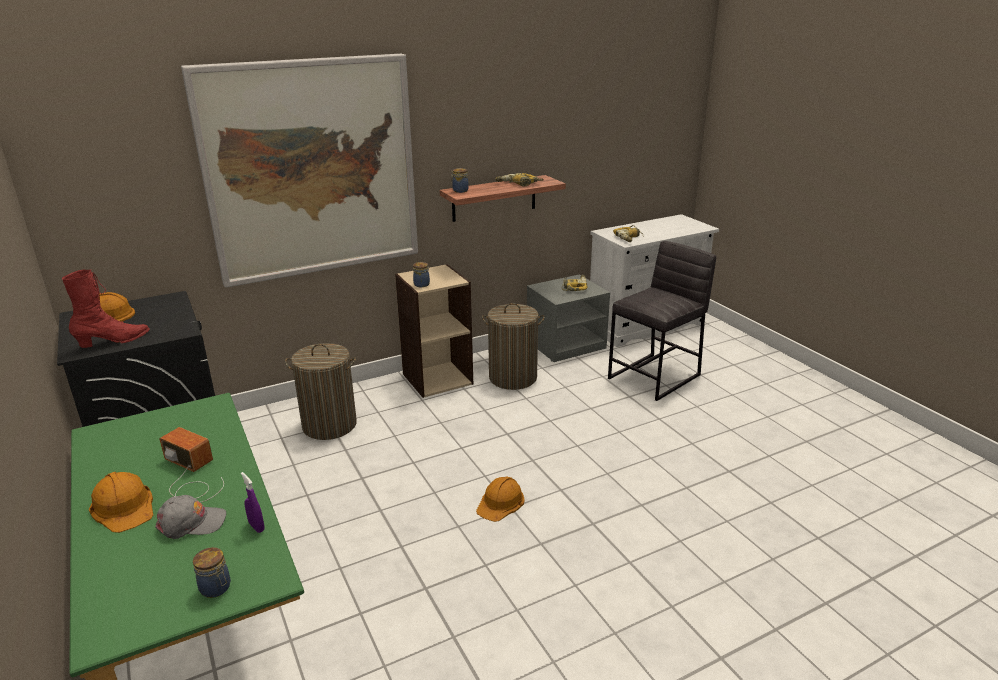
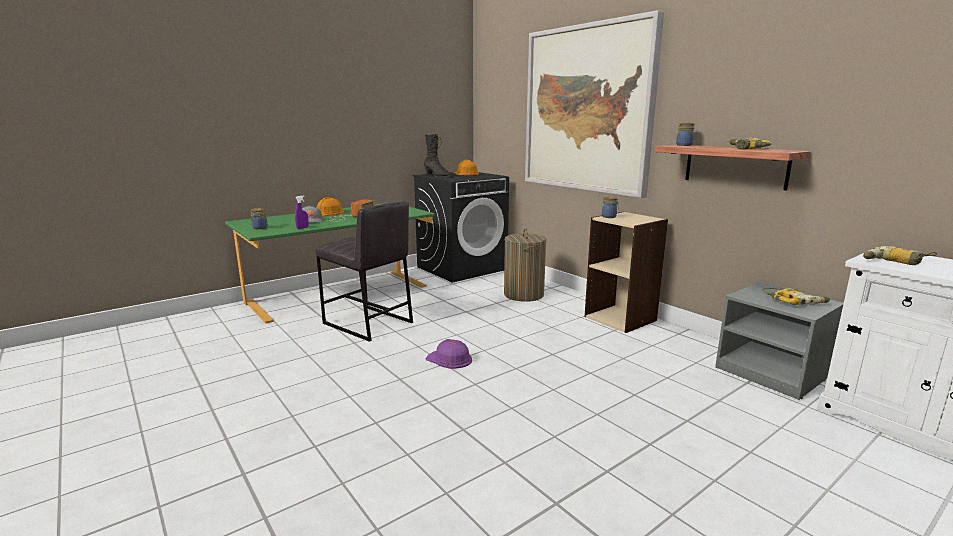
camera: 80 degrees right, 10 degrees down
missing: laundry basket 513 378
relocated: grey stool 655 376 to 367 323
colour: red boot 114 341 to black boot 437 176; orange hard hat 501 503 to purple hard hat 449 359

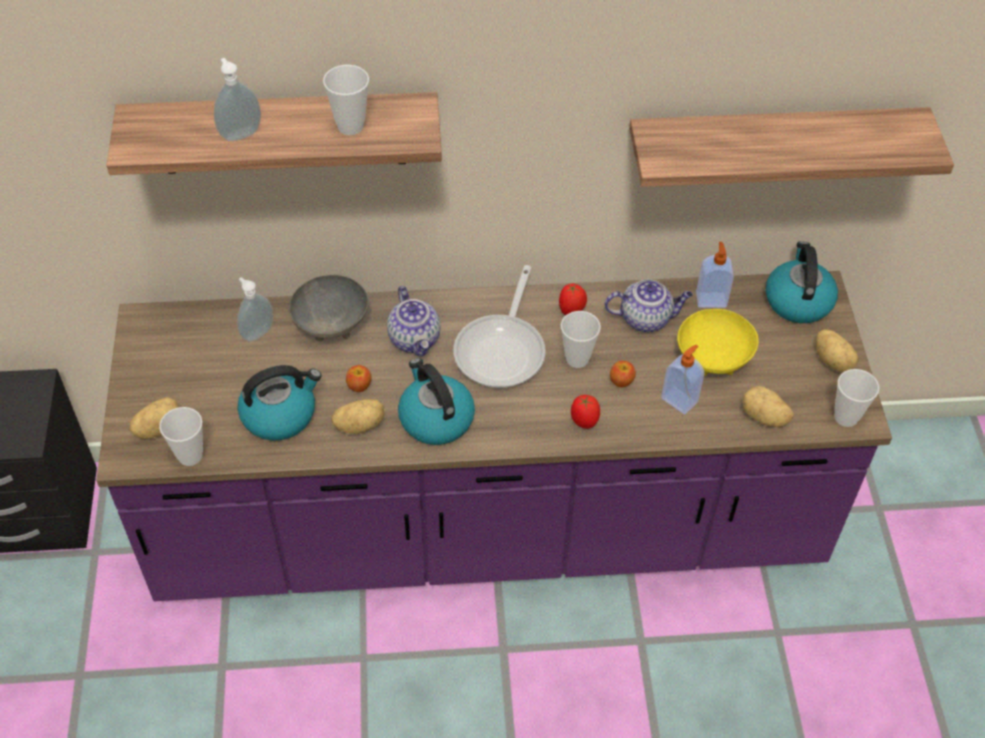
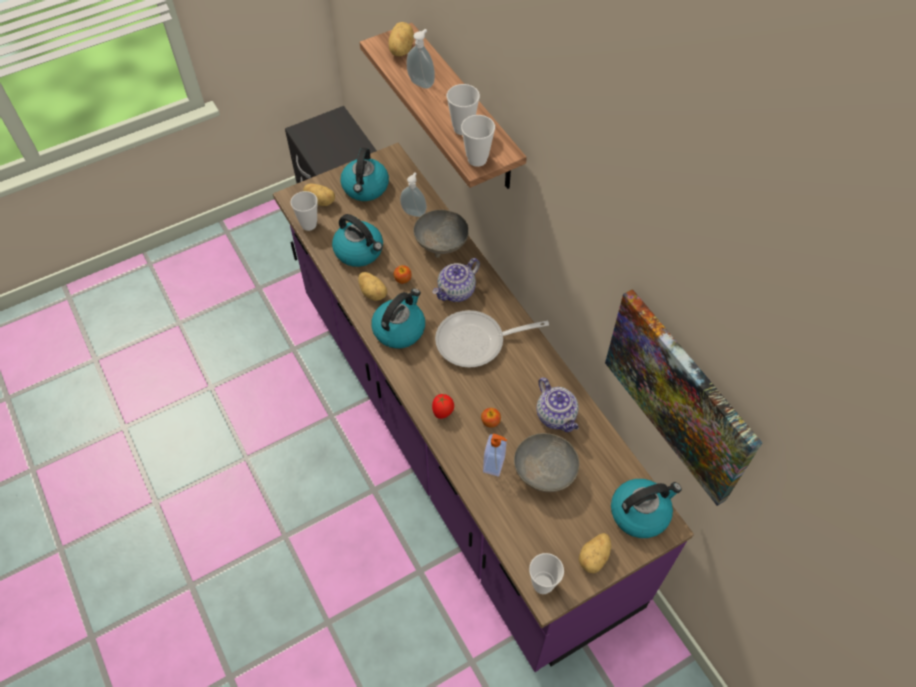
camera: 65 degrees right, 5 degrees up
missing: tomato 571 310; soap dispenser 711 299
appeared: kettle 365 188
relocated: cup 577 359 to 477 159; potato 764 417 to 400 49
exchanged: shelf 773 146 to picture 679 395
colour: yellow bowl 713 359 to grey bowl 545 473

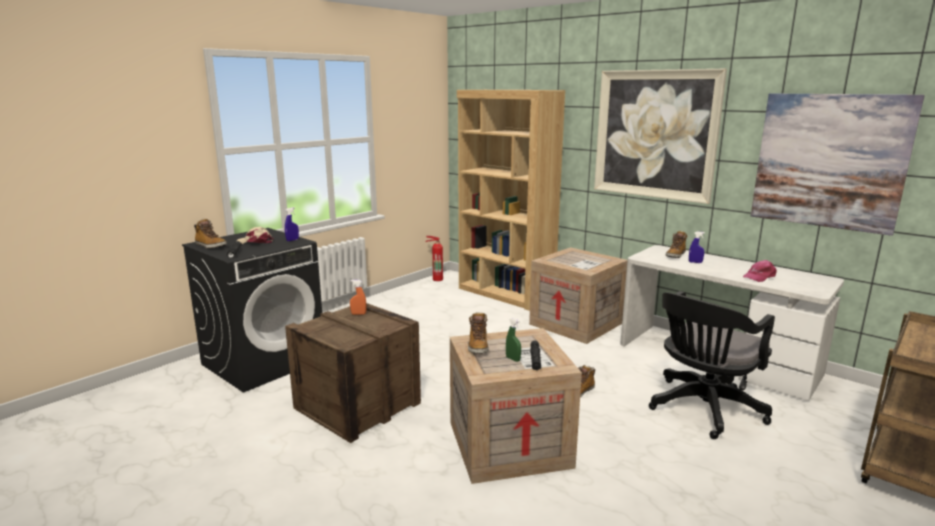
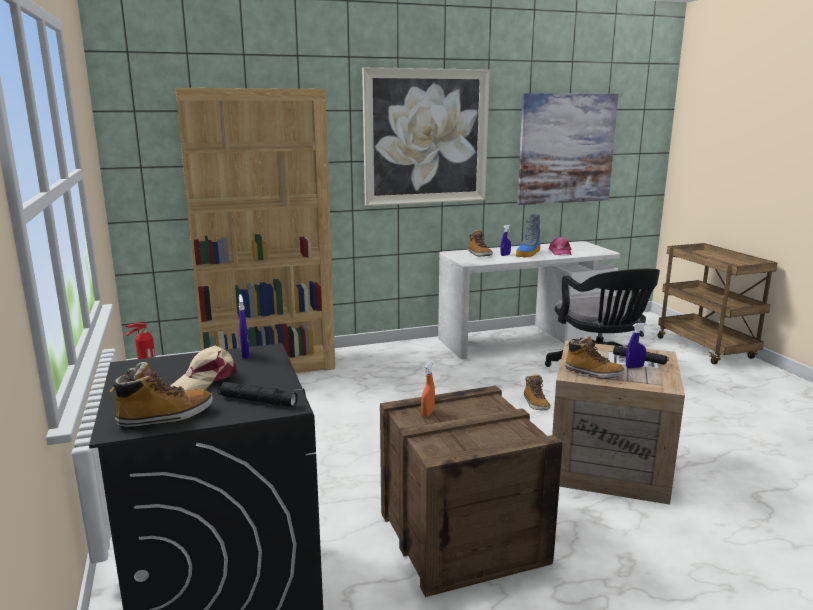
camera: 60 degrees left, 0 degrees up
missing: crate 577 323
appeared: boot 528 253
colour: green spray bottle 513 359 to blue spray bottle 634 367

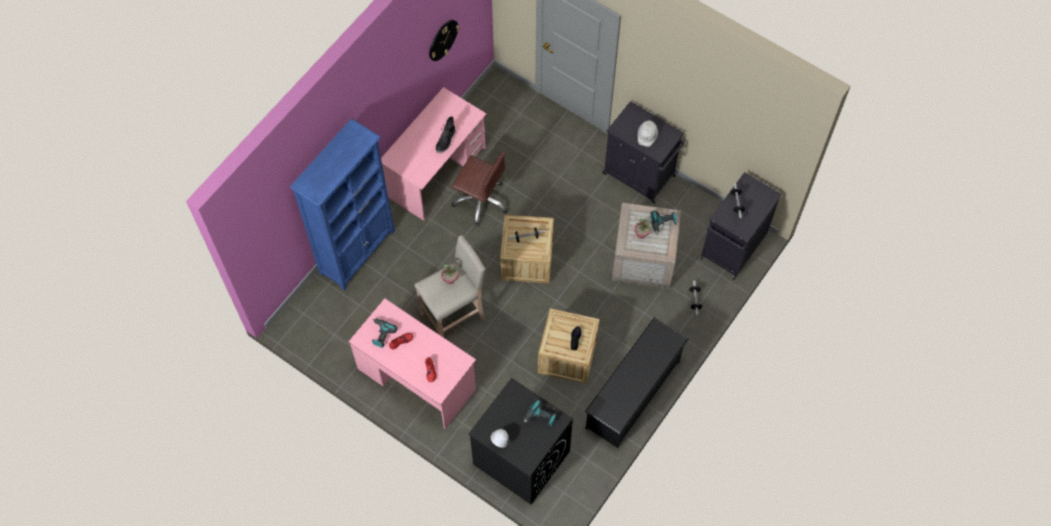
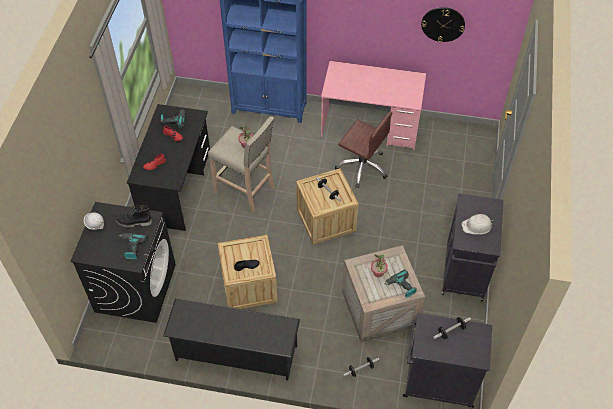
camera: 65 degrees right, 10 degrees down
relocated: black boot 446 141 to 134 222
colour: pink desk 416 379 to black desk 176 187
spun: brown office chair 481 201 = 362 167 60 degrees counterclockwise

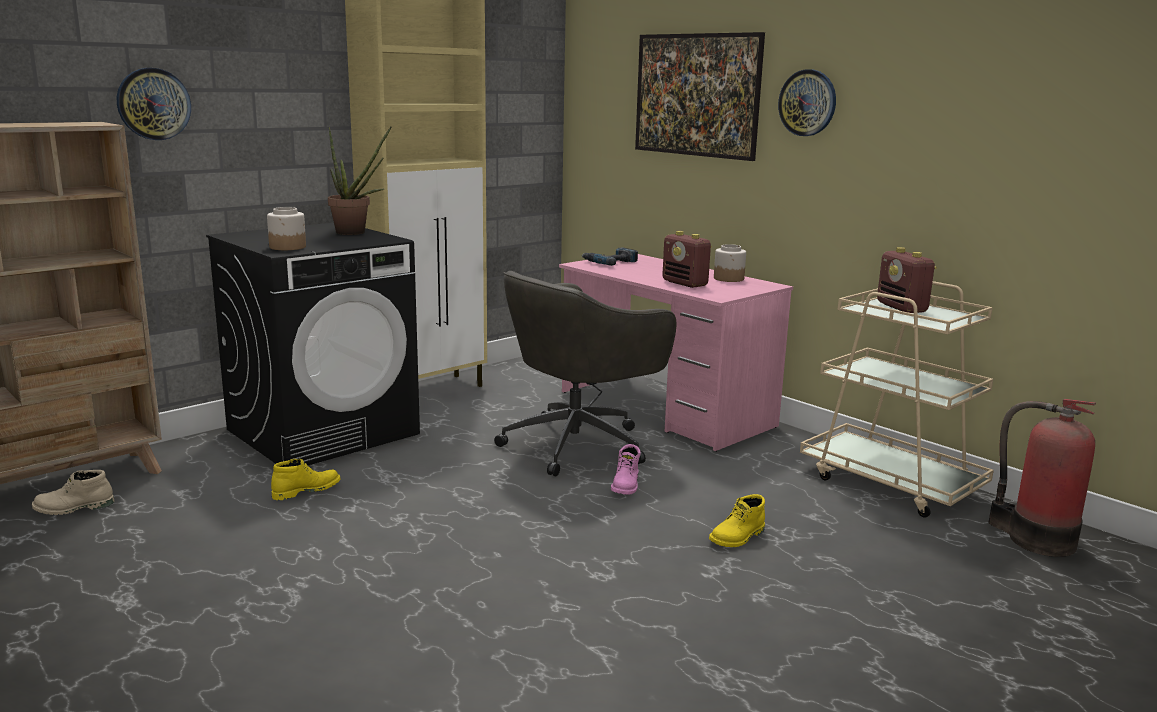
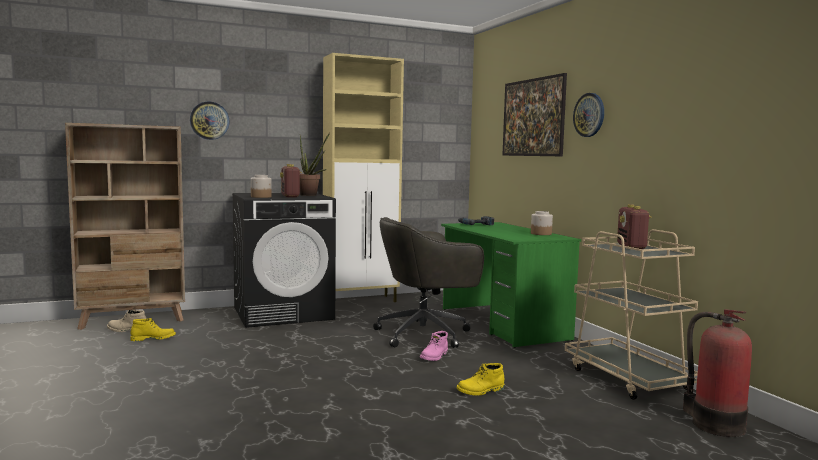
camera: 20 degrees right, 10 degrees down
relocated: yellow boot 306 490 to 153 339; radio 685 283 to 290 196
colour: pink desk 665 409 to green desk 502 323

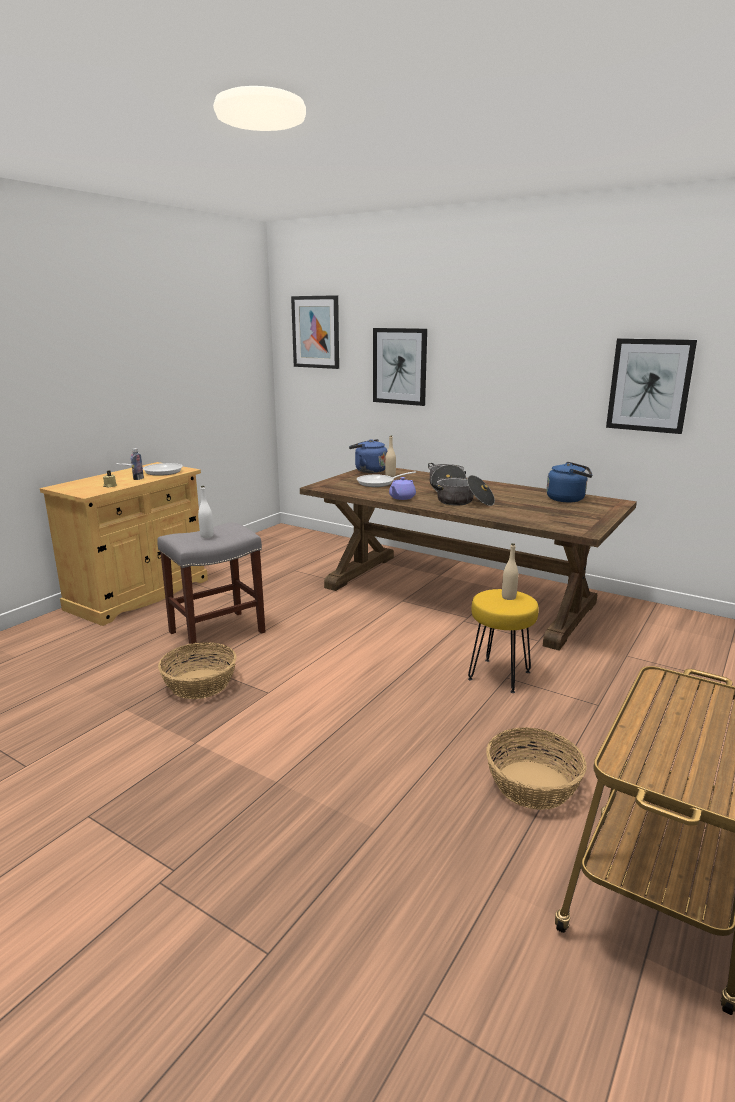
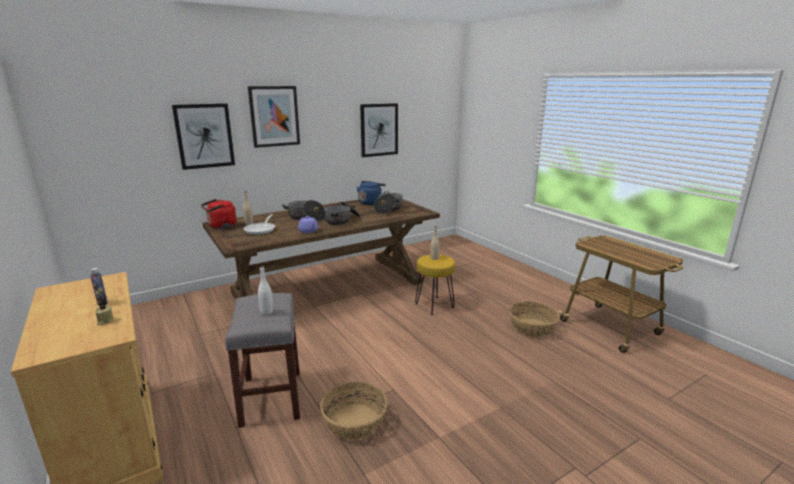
camera: 65 degrees left, 0 degrees up
missing: frying pan 159 472
appeared: cooking pot 388 209
relocated: picture 316 332 to 274 116
colour: blue kettle 368 470 to red kettle 220 226

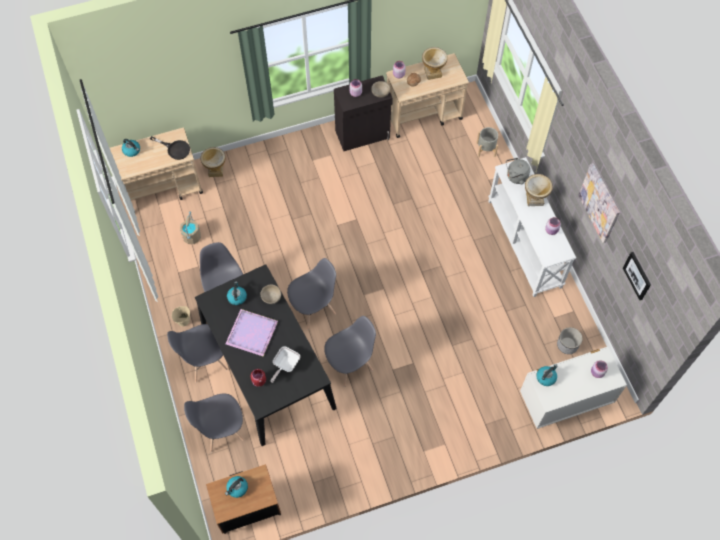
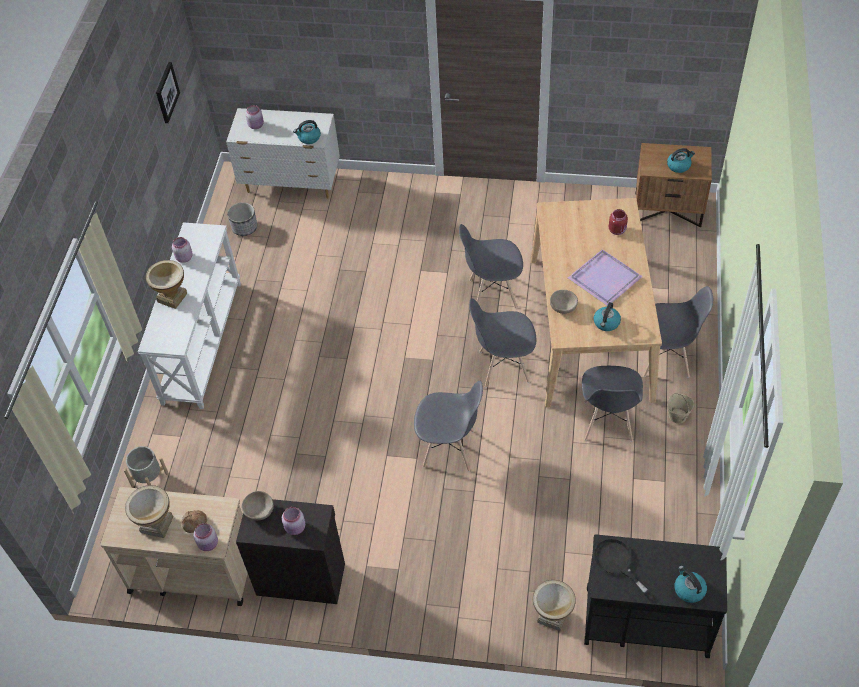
camera: 150 degrees left, 10 degrees down
missing: beige bucket 192 237; frying pan 285 365; grey kettle 515 177; picture 600 203
relocated: grey chair 222 430 to 449 449
colour: beige cart 164 188 to black cart 645 620; black dining table 267 366 to beige dining table 590 327

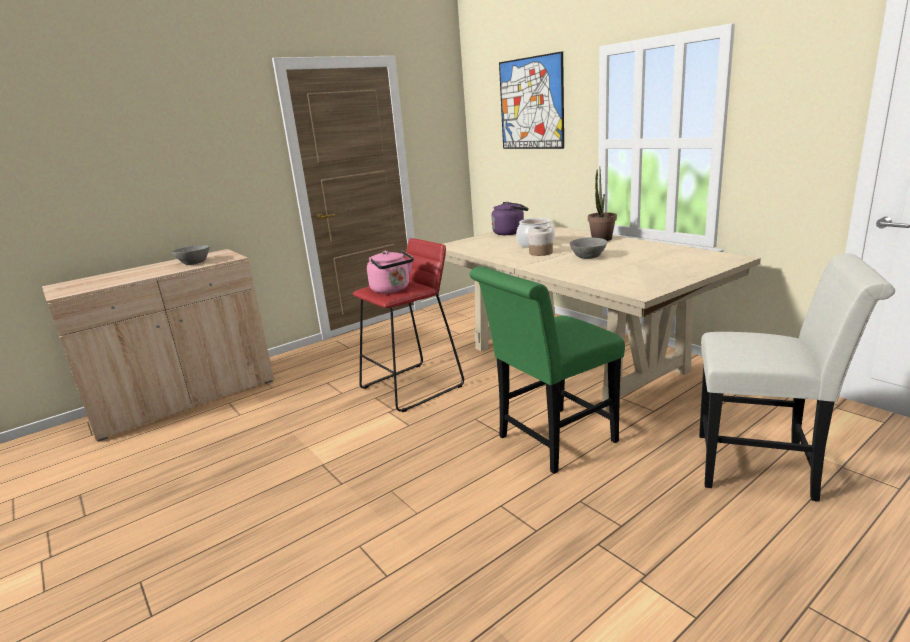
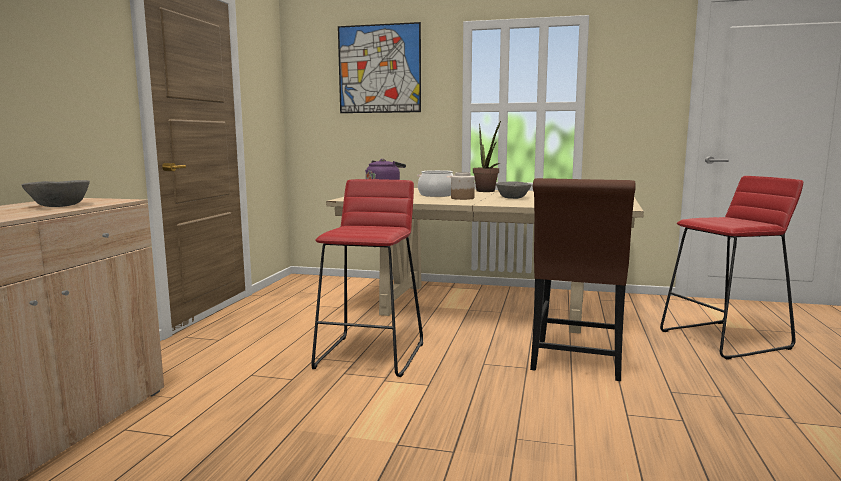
camera: 40 degrees left, 10 degrees down
missing: pink kettle 392 290
exchanged: white chair 764 467 to red stool 725 339
colour: green chair 550 442 to brown chair 576 362

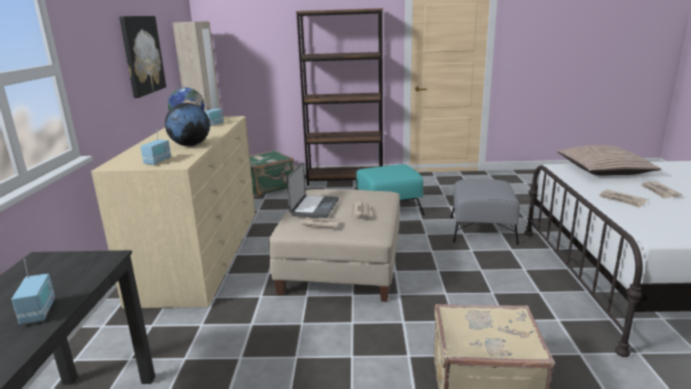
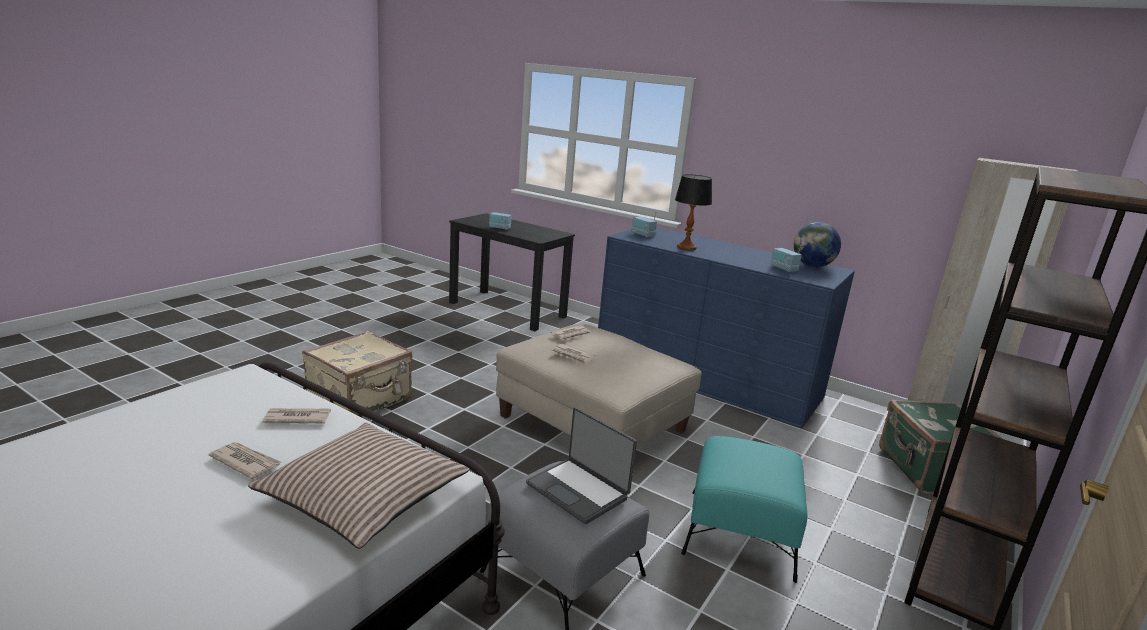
camera: 120 degrees right, 0 degrees up
missing: picture 142 55
relocated: laptop 313 207 to 578 490
exchanged: globe 190 145 to table lamp 686 248
colour: beige dresser 201 252 to blue dresser 706 377

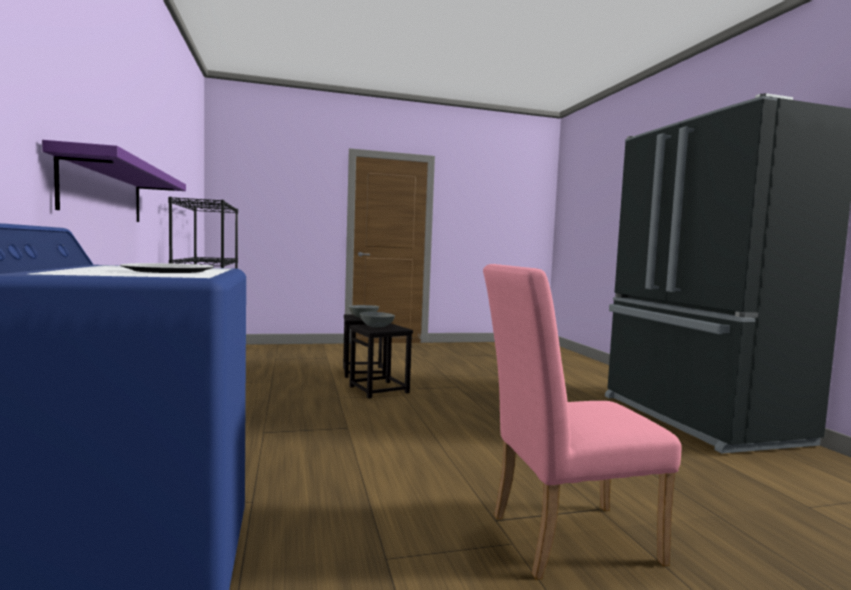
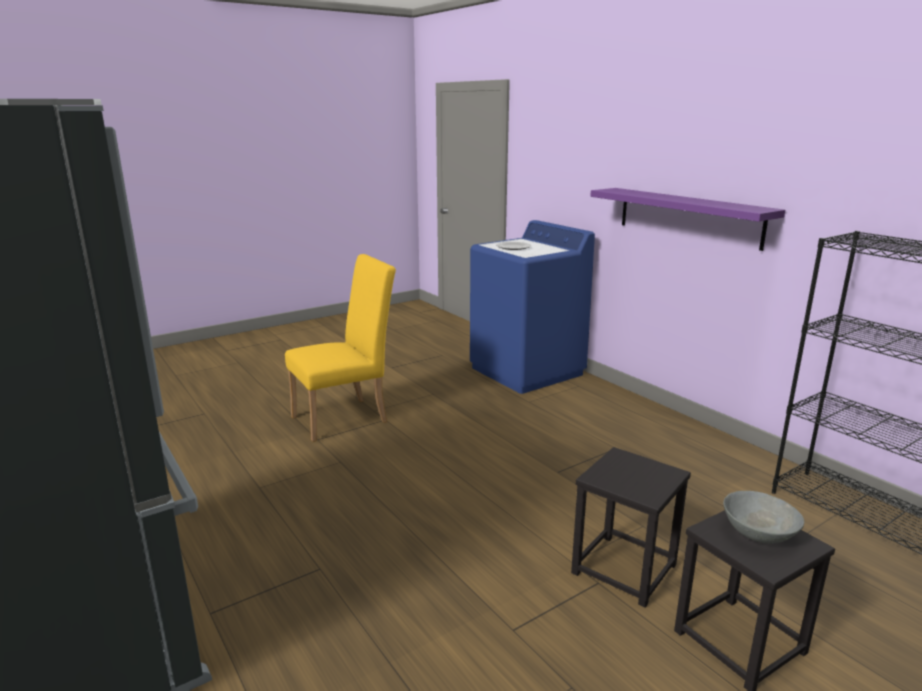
camera: 160 degrees right, 15 degrees up
missing: grey bowl 376 326
colour: pink chair 561 538 to yellow chair 346 417

